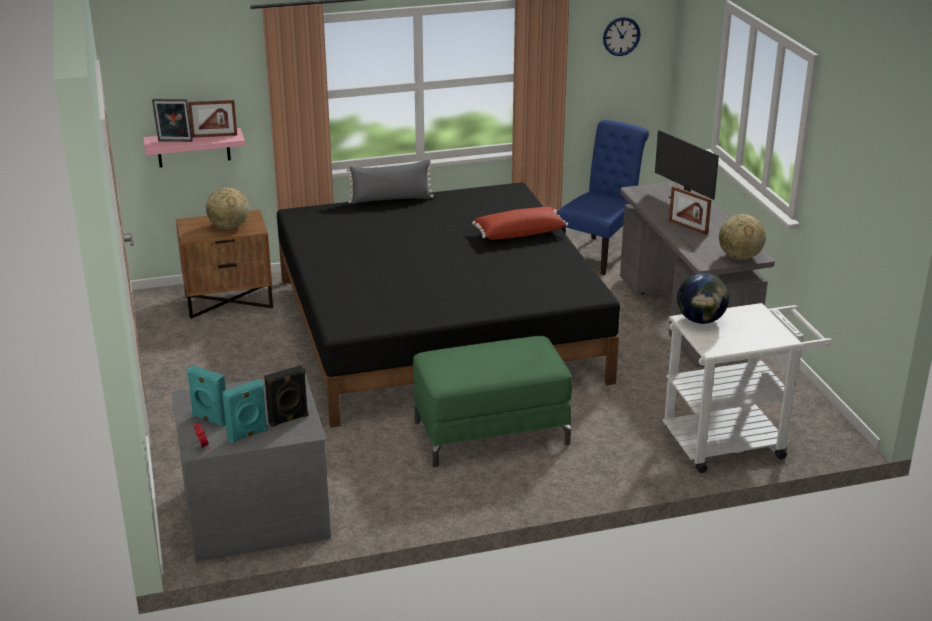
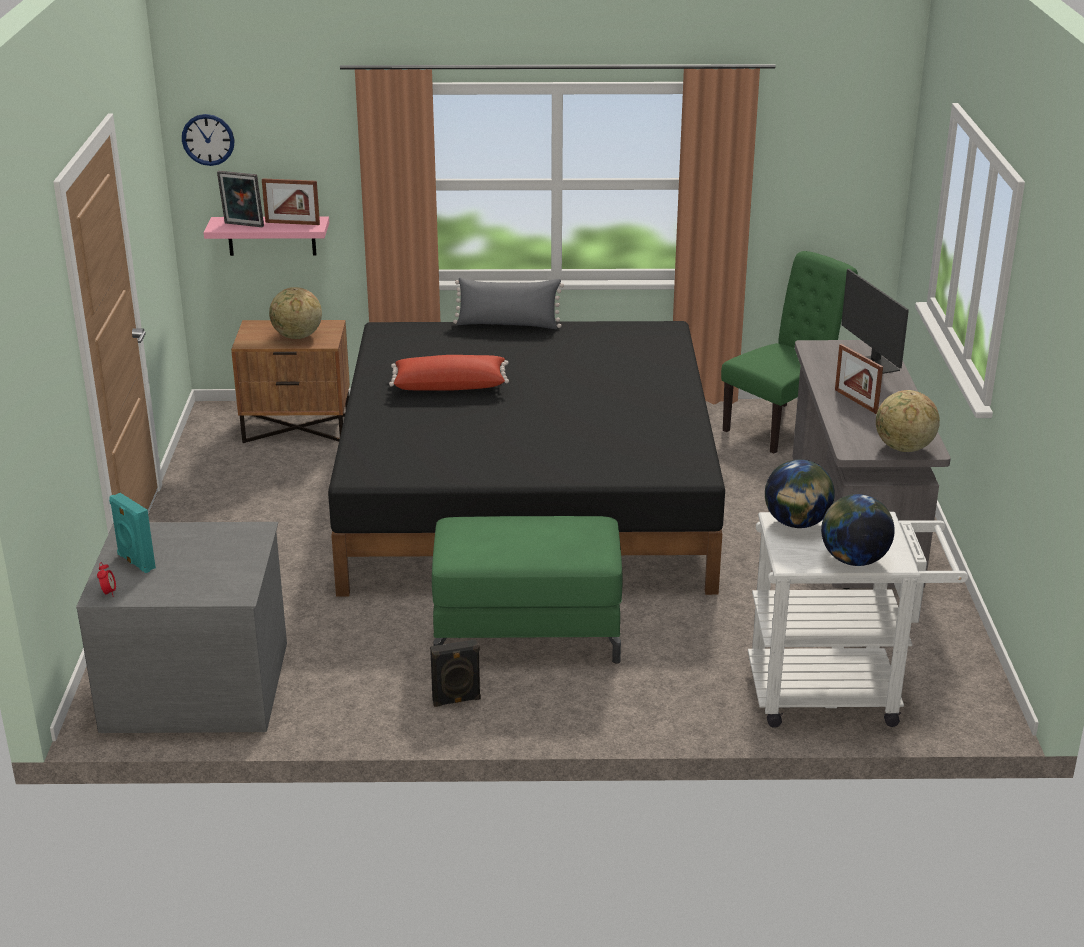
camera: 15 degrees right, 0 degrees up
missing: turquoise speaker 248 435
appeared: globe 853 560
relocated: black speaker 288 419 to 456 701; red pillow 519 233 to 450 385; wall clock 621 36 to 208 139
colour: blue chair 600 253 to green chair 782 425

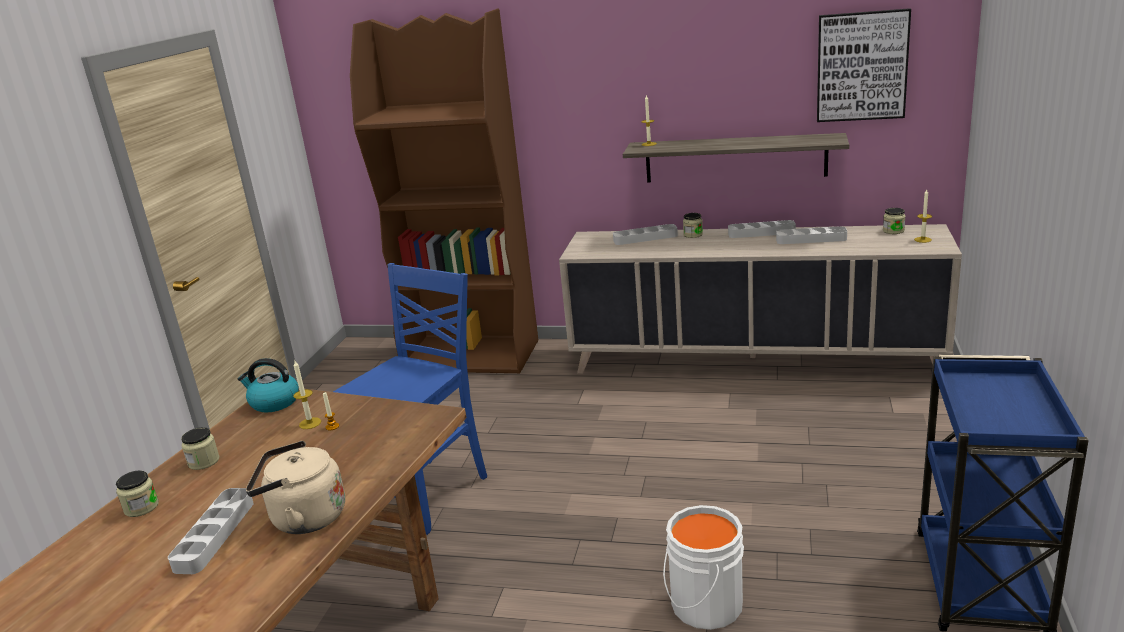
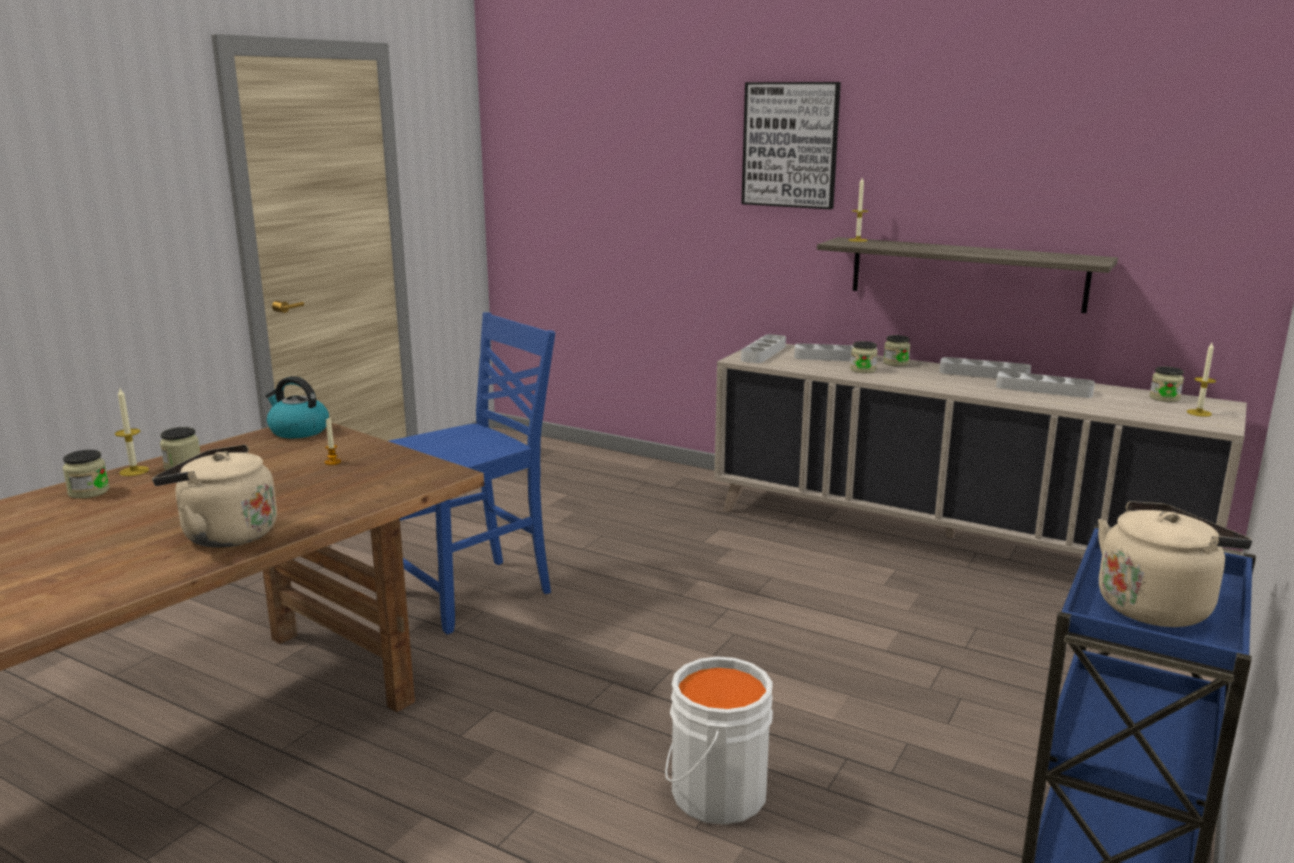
camera: 15 degrees right, 5 degrees down
missing: brown bookcase 472 355
appeared: jar 863 370; beige kettle 1157 606
relocated: grey tray 215 535 to 763 353; candle 310 423 to 134 471; picture 861 66 to 790 145

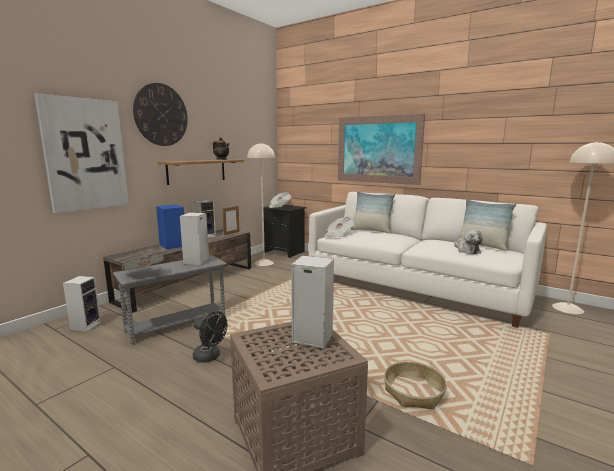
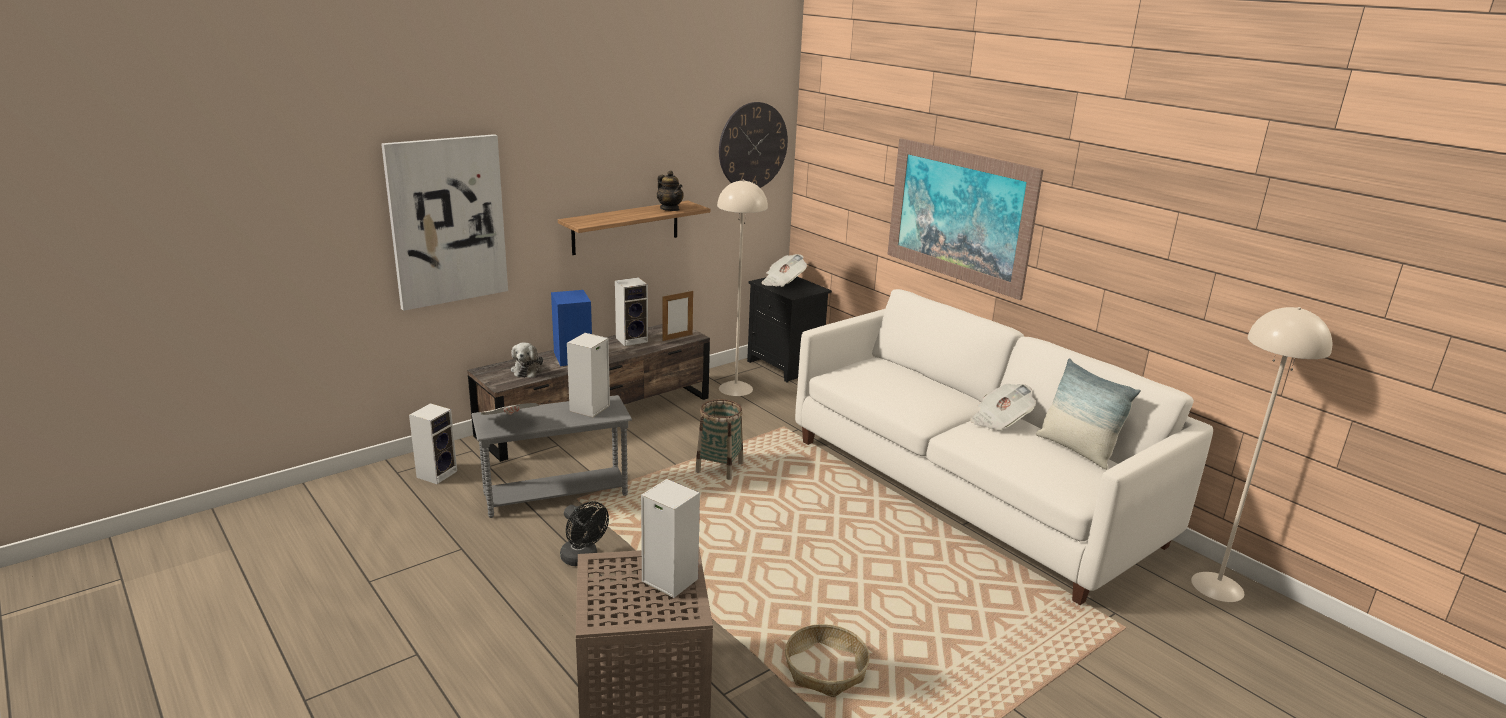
camera: 15 degrees right, 10 degrees up
missing: pillow 371 231
appeared: basket 719 468
relocated: wall clock 161 115 to 753 146; newspaper 338 235 to 999 421; plush toy 467 250 to 527 370

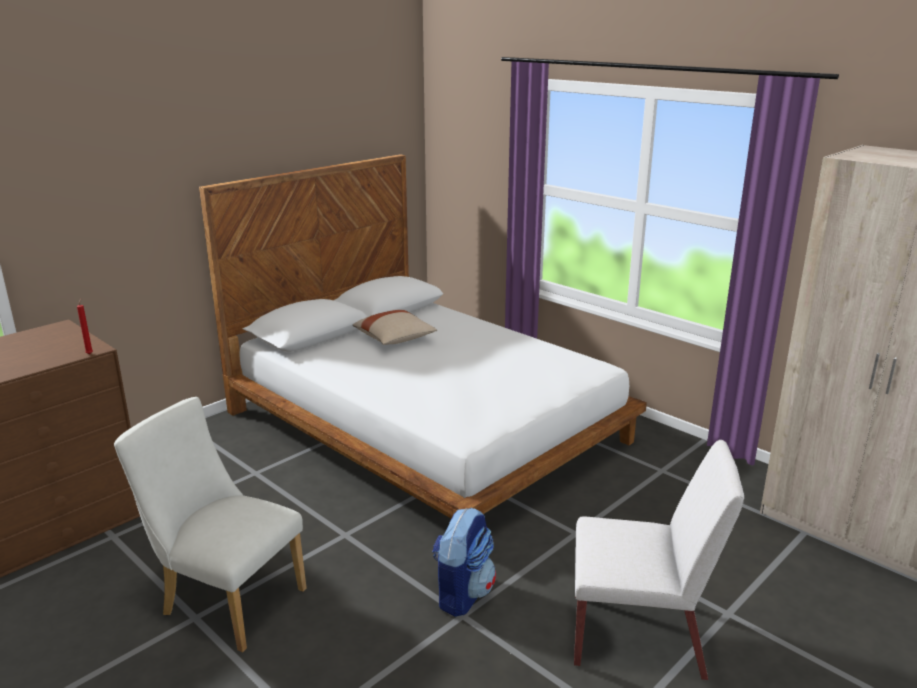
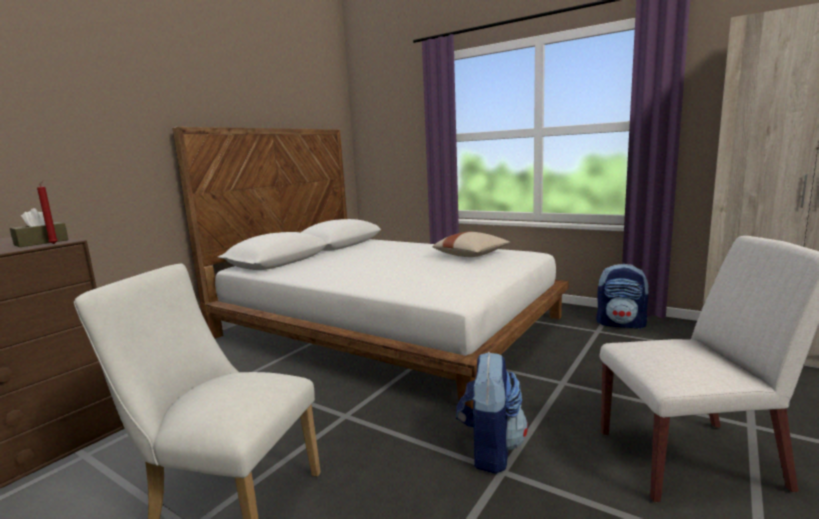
camera: 10 degrees left, 10 degrees down
appeared: brown tissue box 41 242; backpack 621 324
relocated: beige pillow 395 339 to 471 256

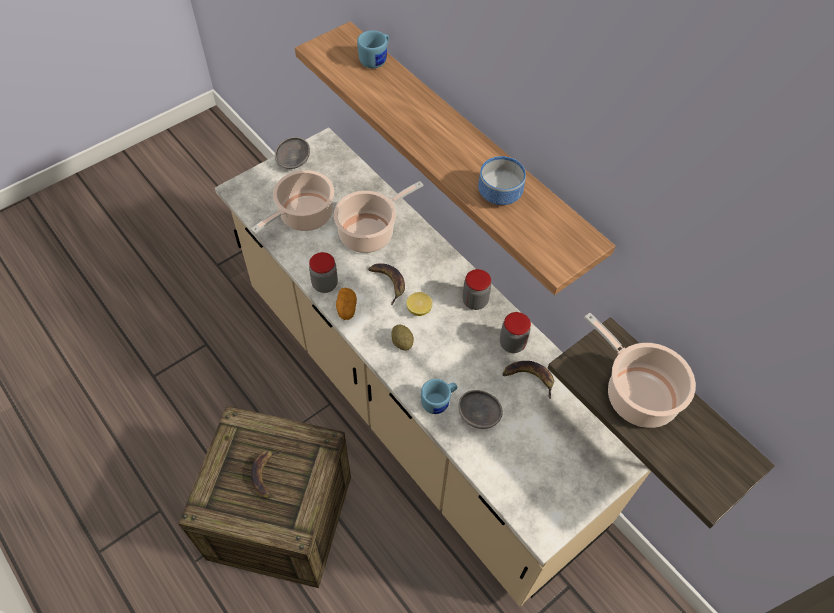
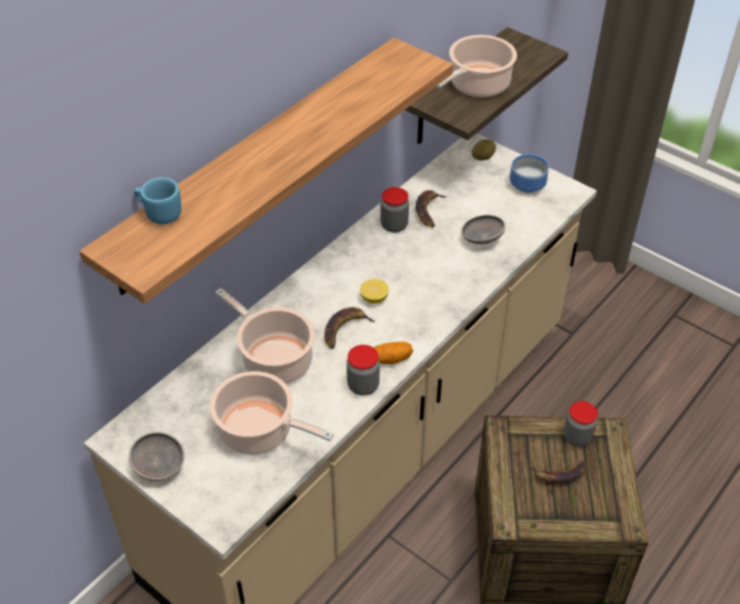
camera: 100 degrees left, 10 degrees down
missing: blue mug 439 402
relocated: potato 402 342 to 483 157; jar 475 301 to 577 437; bowl 501 195 to 528 185

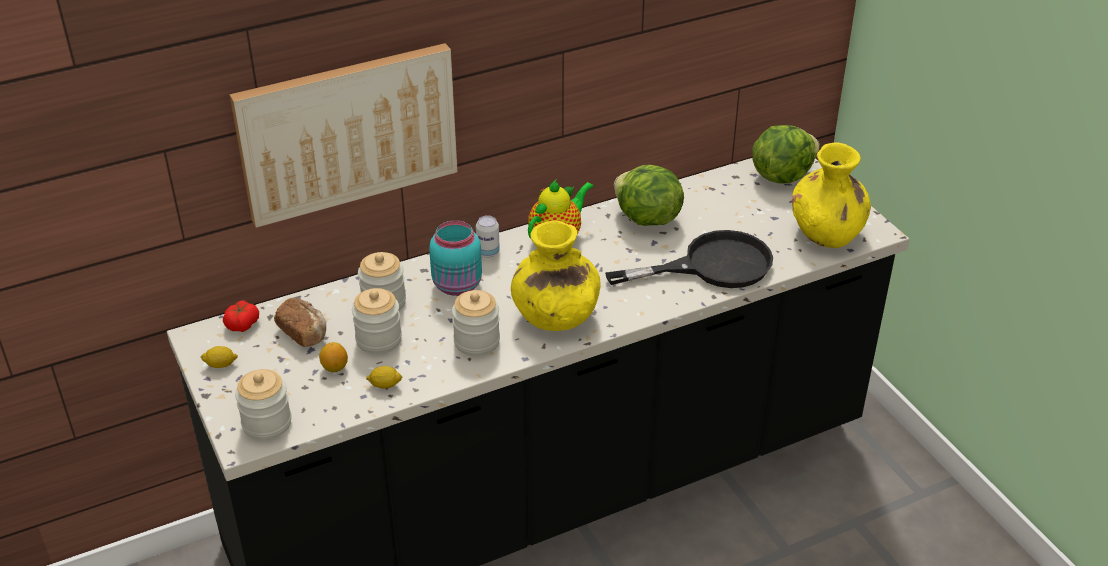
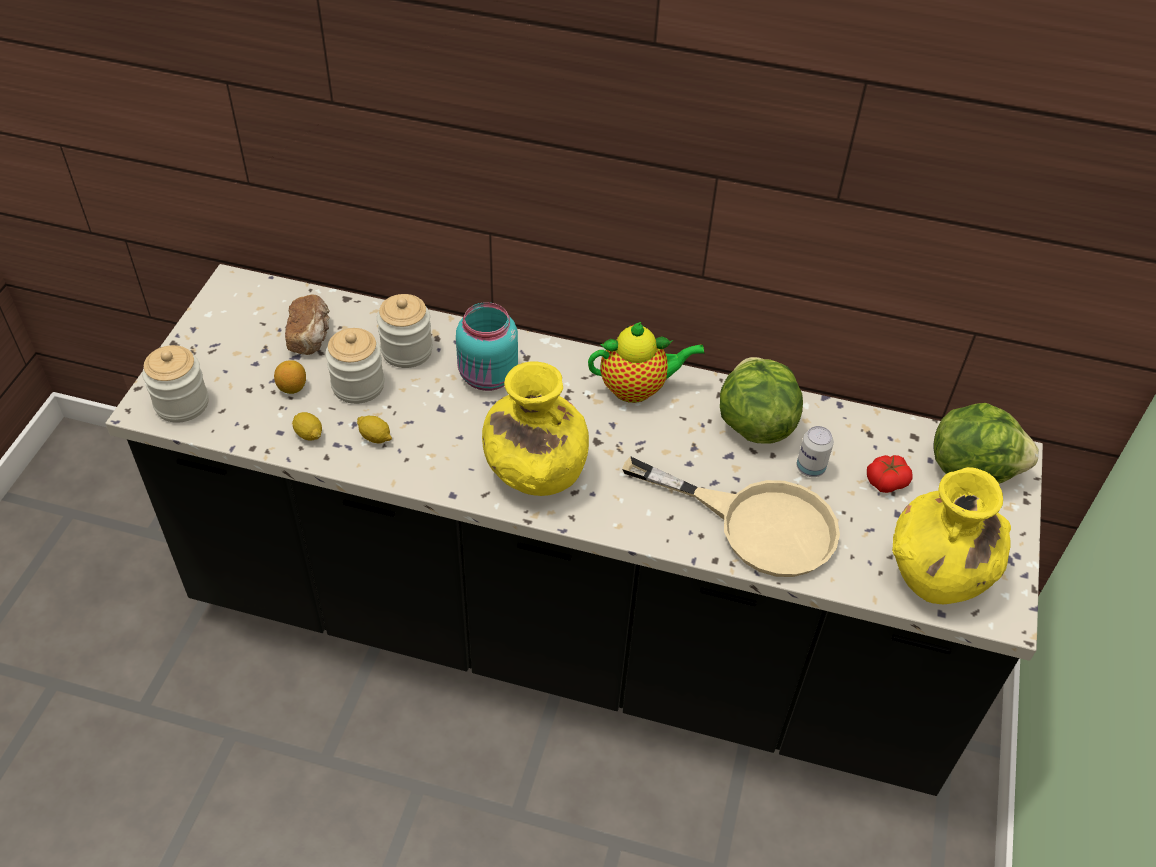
camera: 40 degrees right, 10 degrees up
missing: picture 347 132; jar 477 341
relocated: lemon 221 365 to 375 437; tomato 242 324 to 886 481; can 488 252 to 810 468
colour: black frying pan 711 266 to beige frying pan 756 523

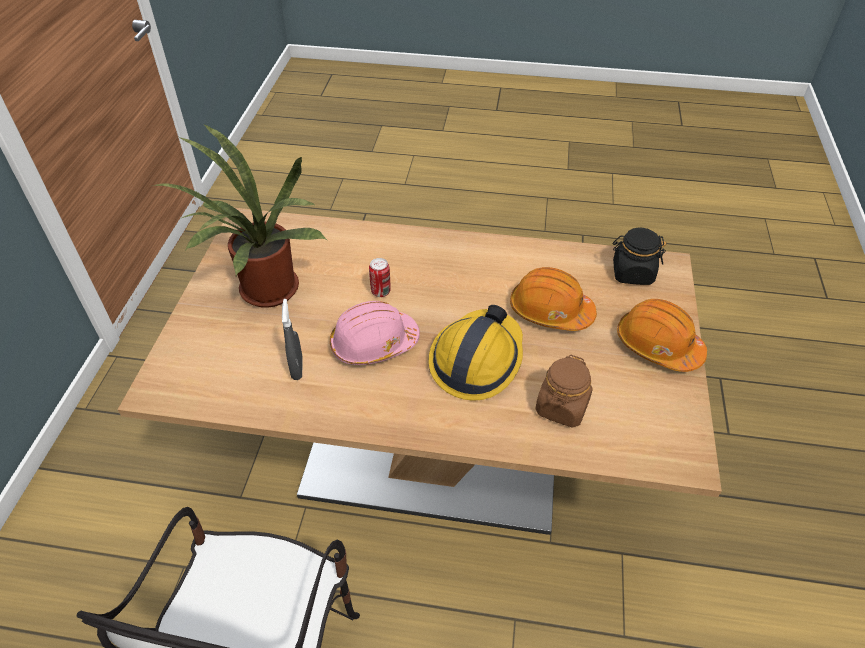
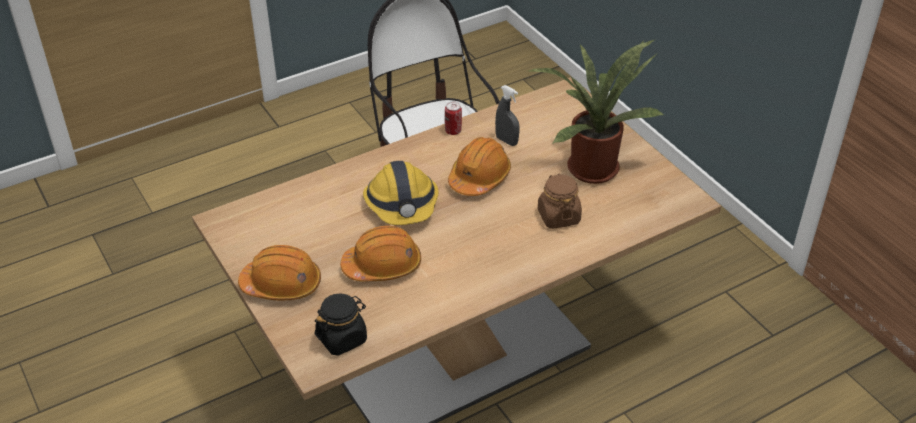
camera: 140 degrees right, 5 degrees down
relocated: can 380 291 to 453 131; brown jar 562 407 to 558 216
colour: pink hard hat 374 344 to orange hard hat 479 177

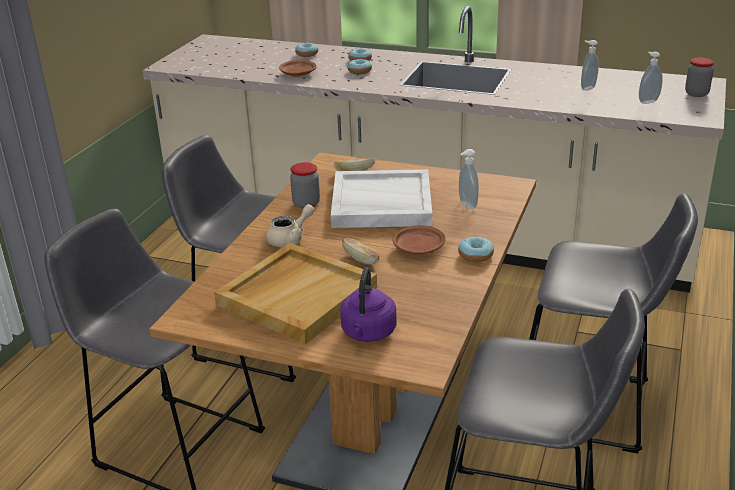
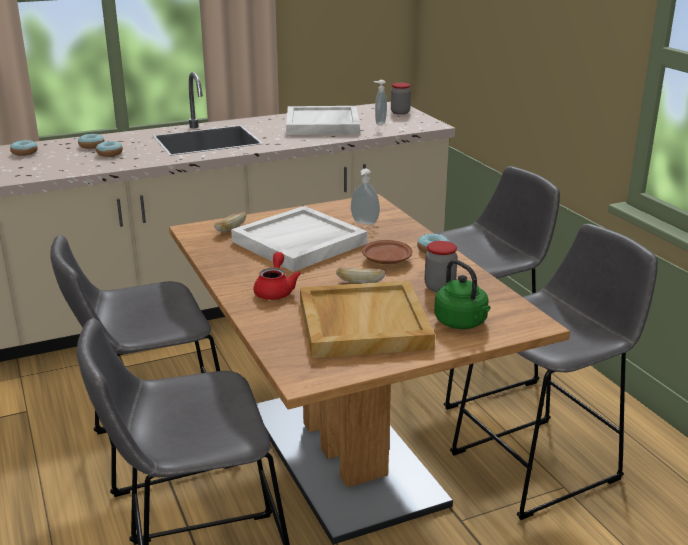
camera: 45 degrees left, 5 degrees down
missing: brown plate 297 74
relocated: jar 306 203 to 439 287
exchanged: soap dispenser 587 88 to white tray 323 124
colour: beige teapot 290 239 to red teapot 275 290; purple kettle 368 333 to green kettle 462 323

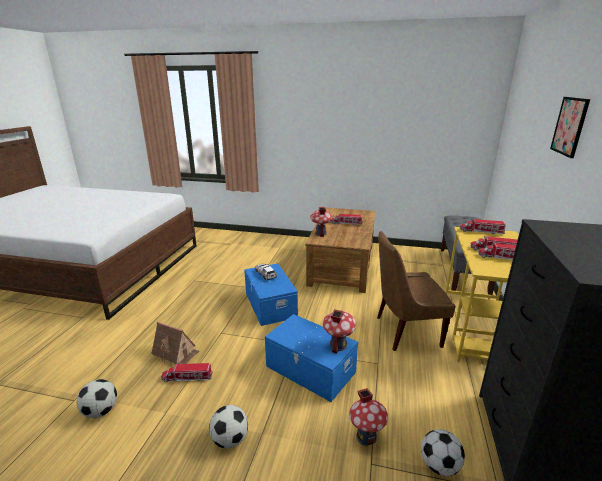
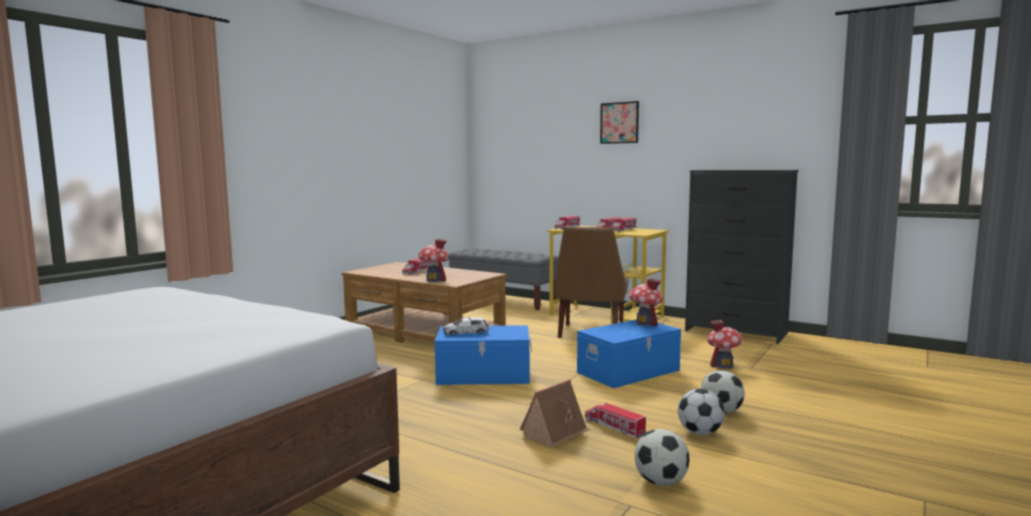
camera: 70 degrees left, 15 degrees down
relocated: football 439 466 to 700 433
spun: toy truck 187 377 = 614 427 120 degrees clockwise

